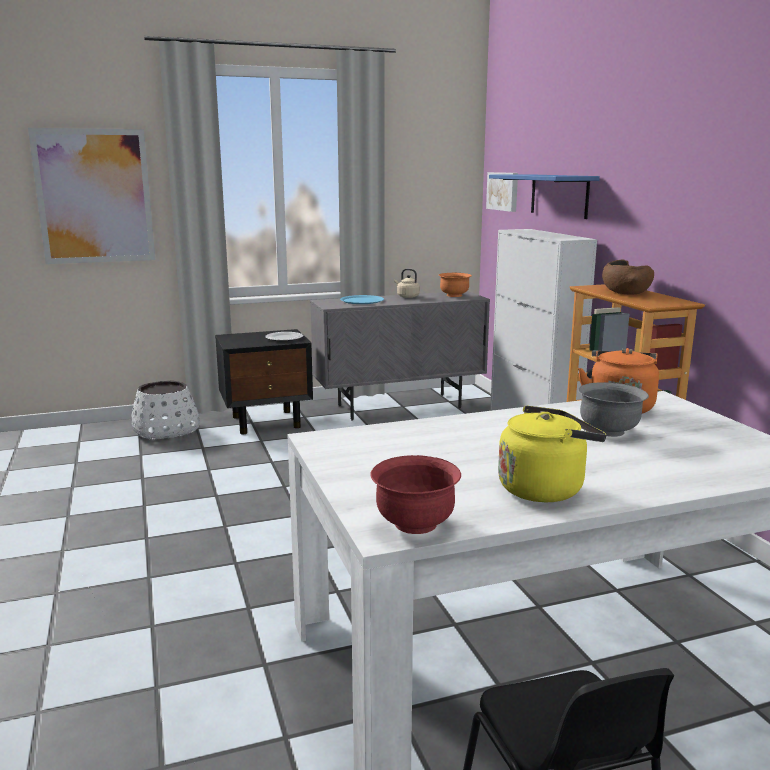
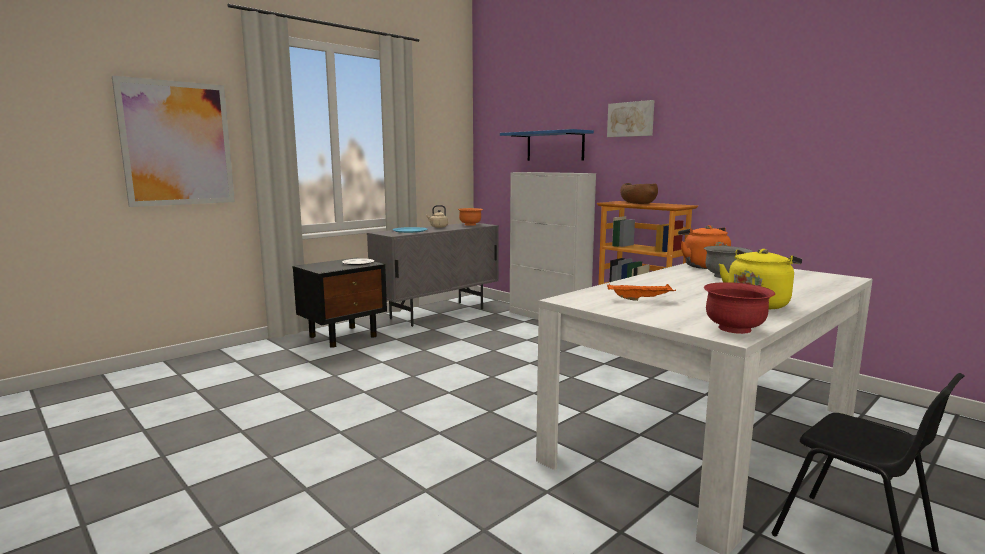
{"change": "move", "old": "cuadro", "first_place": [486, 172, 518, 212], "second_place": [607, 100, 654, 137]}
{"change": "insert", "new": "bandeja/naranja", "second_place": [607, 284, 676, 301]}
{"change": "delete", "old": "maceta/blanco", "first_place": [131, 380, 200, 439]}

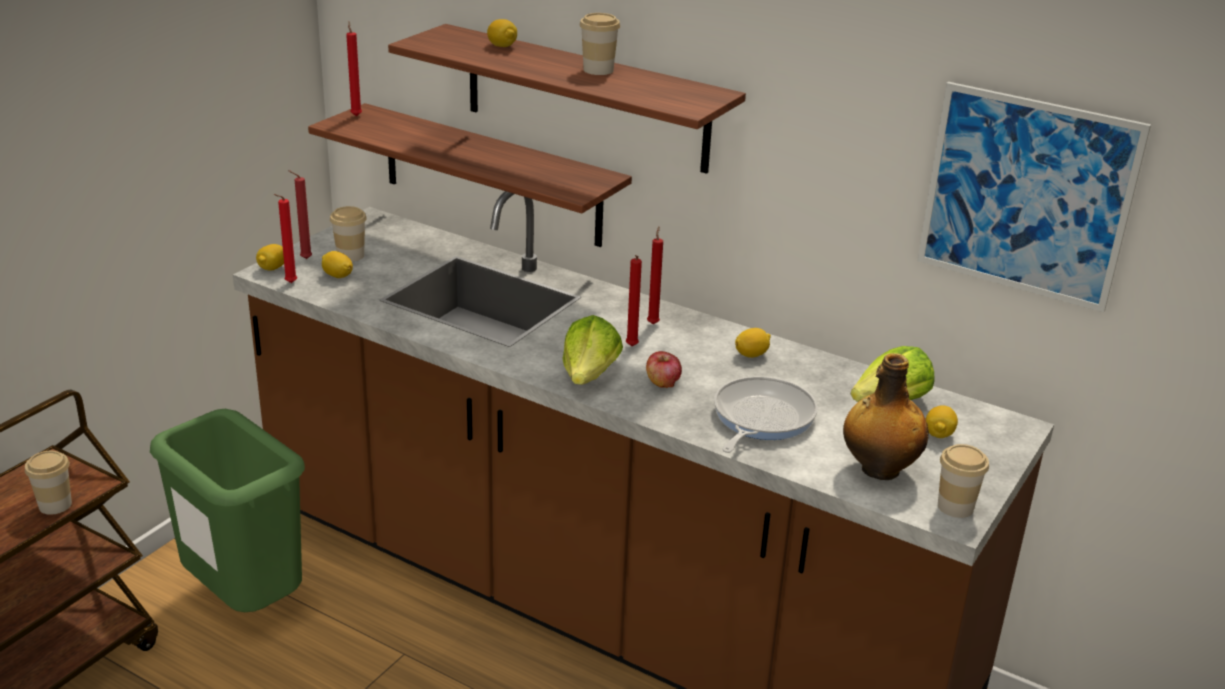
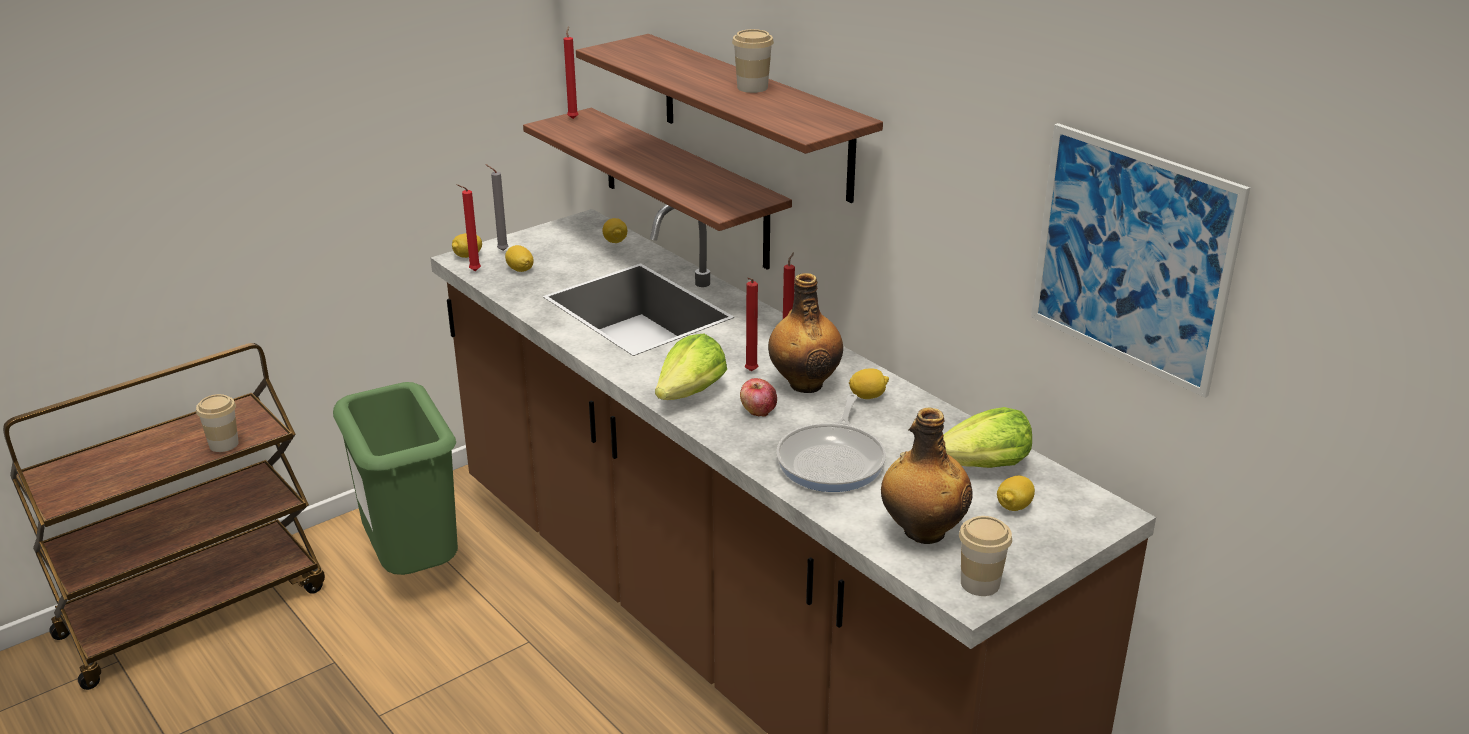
{"change": "recolor", "old": "vela/rojo", "new": "vela/gris", "first_place": [288, 170, 312, 259], "second_place": [485, 164, 508, 251]}
{"change": "move", "old": "limón", "first_place": [487, 19, 517, 47], "second_place": [603, 218, 627, 243]}
{"change": "insert", "new": "botella", "second_place": [768, 273, 843, 393]}
{"change": "rotate", "old": "sartén", "first_place": [714, 376, 818, 453], "second_place": [776, 394, 886, 492], "degrees": 150}
{"change": "delete", "old": "taza", "first_place": [330, 206, 367, 261]}

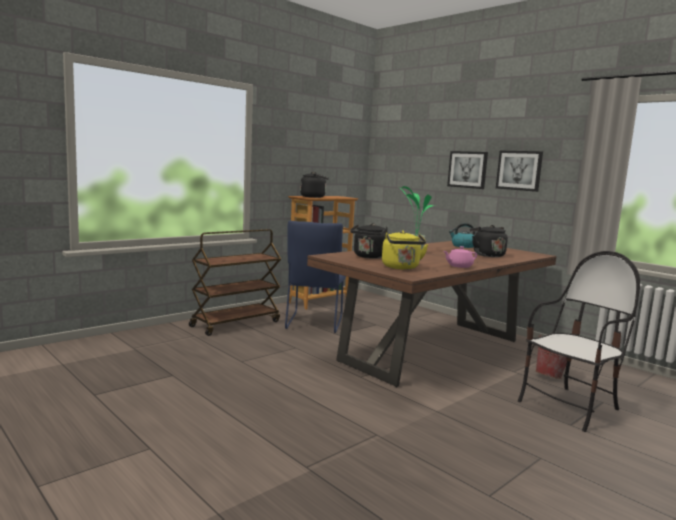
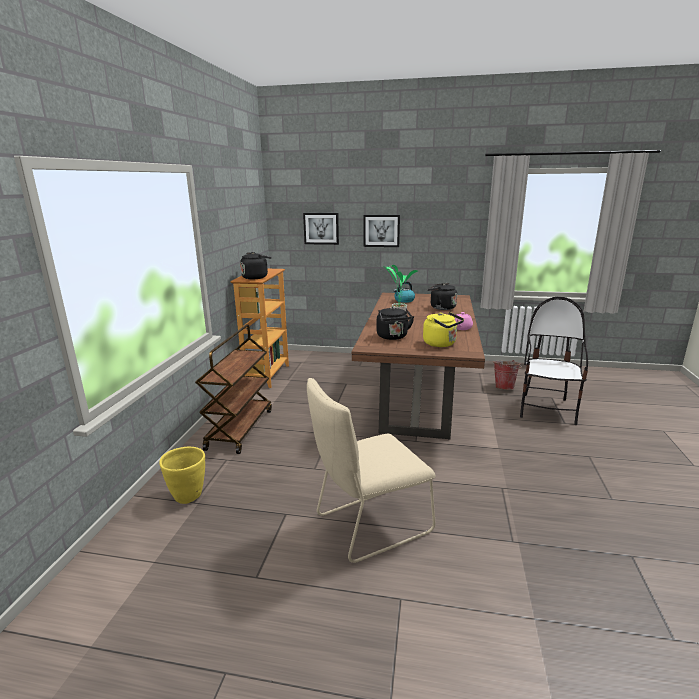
{"change": "insert", "new": "maceta/amarillo", "second_place": [159, 447, 205, 504]}
{"change": "move", "old": "cuadro", "first_place": [496, 151, 543, 192], "second_place": [303, 213, 339, 245]}
{"change": "insert", "new": "silla/beis", "second_place": [307, 378, 436, 563]}
{"change": "delete", "old": "silla/azul", "first_place": [285, 221, 346, 333]}

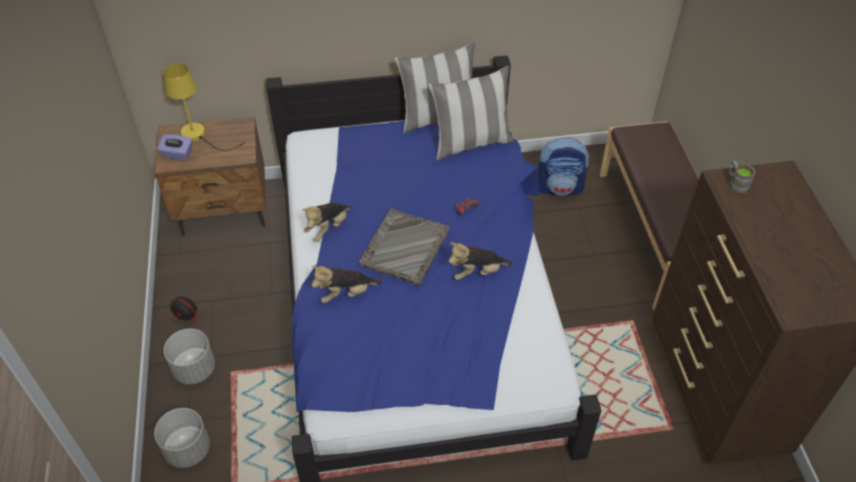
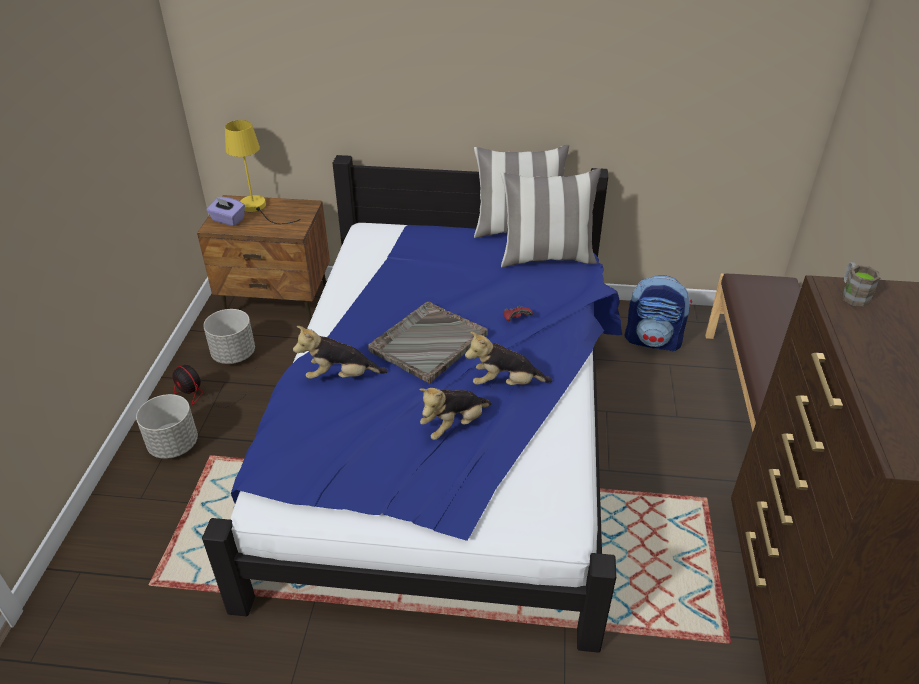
{"change": "move", "old": "maceta/gris", "first_place": [154, 408, 210, 468], "second_place": [203, 309, 255, 364]}
{"change": "move", "old": "peluche", "first_place": [302, 202, 351, 242], "second_place": [419, 388, 492, 440]}

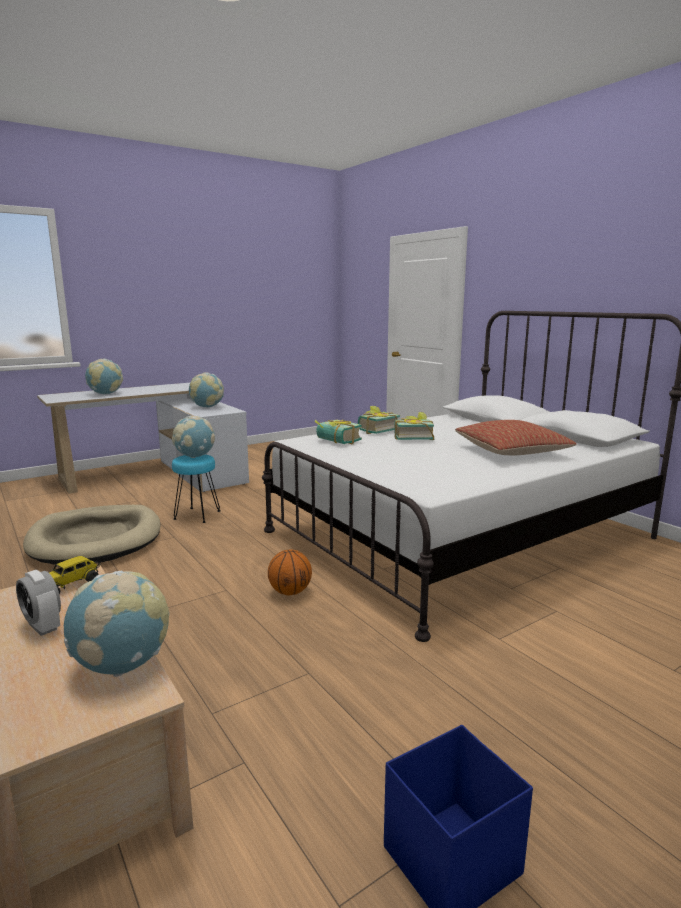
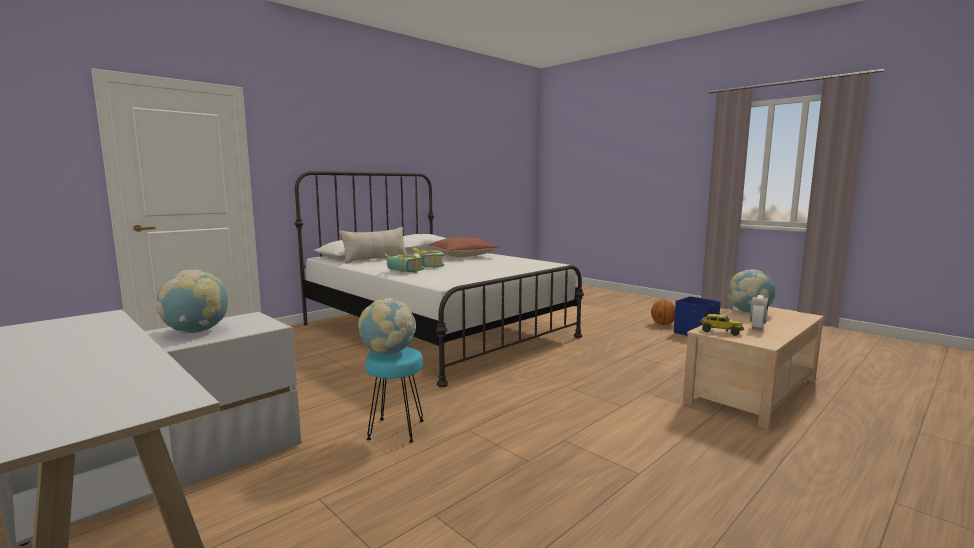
{"change": "insert", "new": "cojín/beis", "second_place": [339, 227, 407, 264]}
{"change": "move", "old": "balón de baloncesto", "first_place": [268, 549, 312, 595], "second_place": [651, 300, 675, 325]}
{"change": "delete", "old": "cama para perro/beis", "first_place": [23, 505, 160, 565]}
{"change": "delete", "old": "globo terráqueo", "first_place": [85, 359, 123, 394]}
{"change": "delete", "old": "libro", "first_place": [315, 419, 362, 444]}

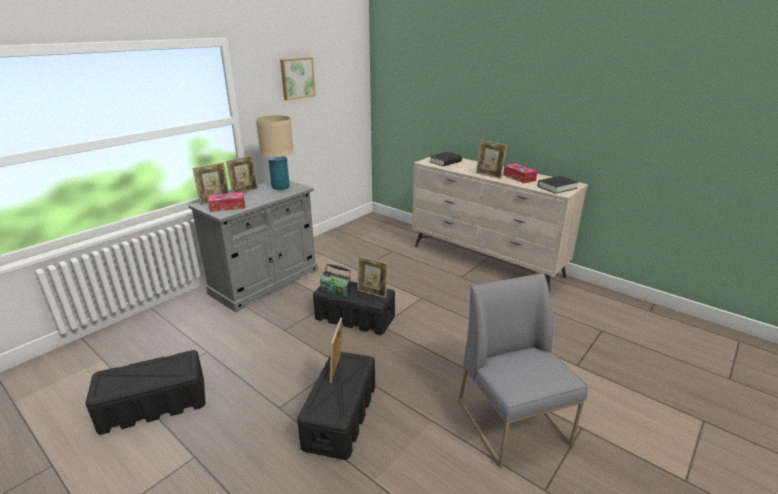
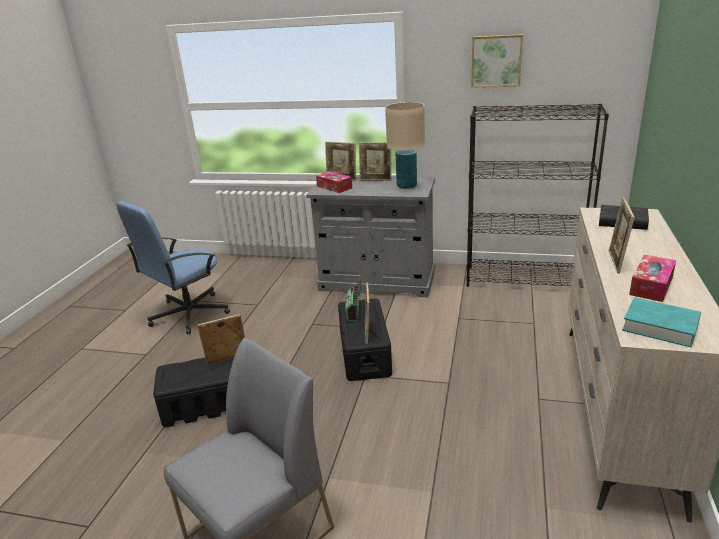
{"change": "replace", "old": "caja de almacenaje/negro", "new": "silla de oficina/azul", "first_place": [86, 350, 205, 435], "second_place": [116, 201, 230, 334]}
{"change": "insert", "new": "estantería/negro", "second_place": [466, 104, 609, 287]}
{"change": "recolor", "old": "libro/negro", "new": "libro/turquesa", "first_place": [538, 176, 578, 194], "second_place": [622, 298, 701, 348]}

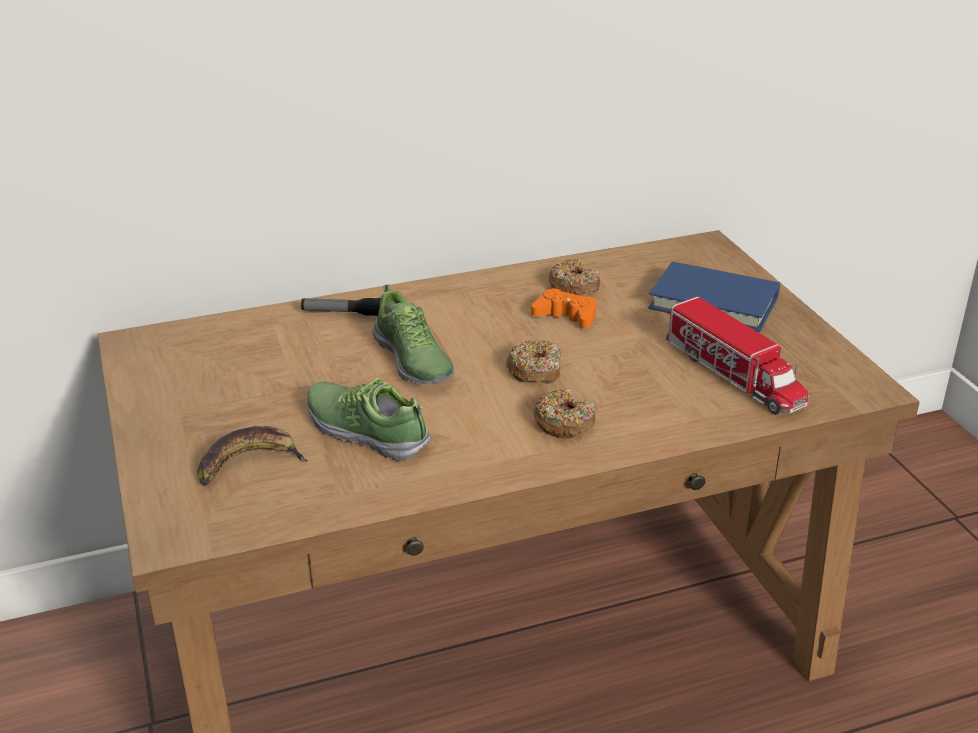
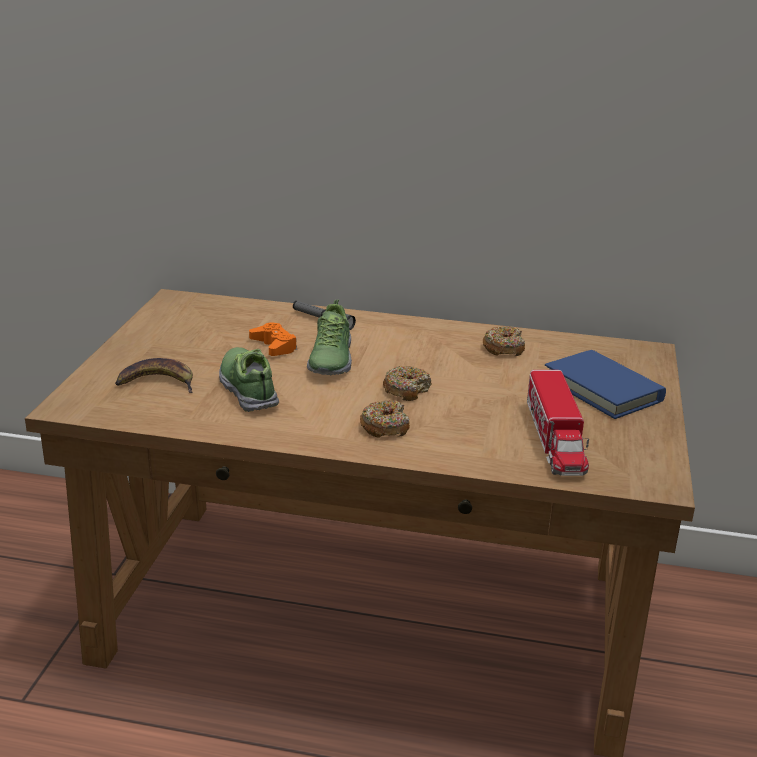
{"change": "move", "old": "mando de consola/naranja", "first_place": [531, 288, 596, 328], "second_place": [249, 322, 297, 356]}

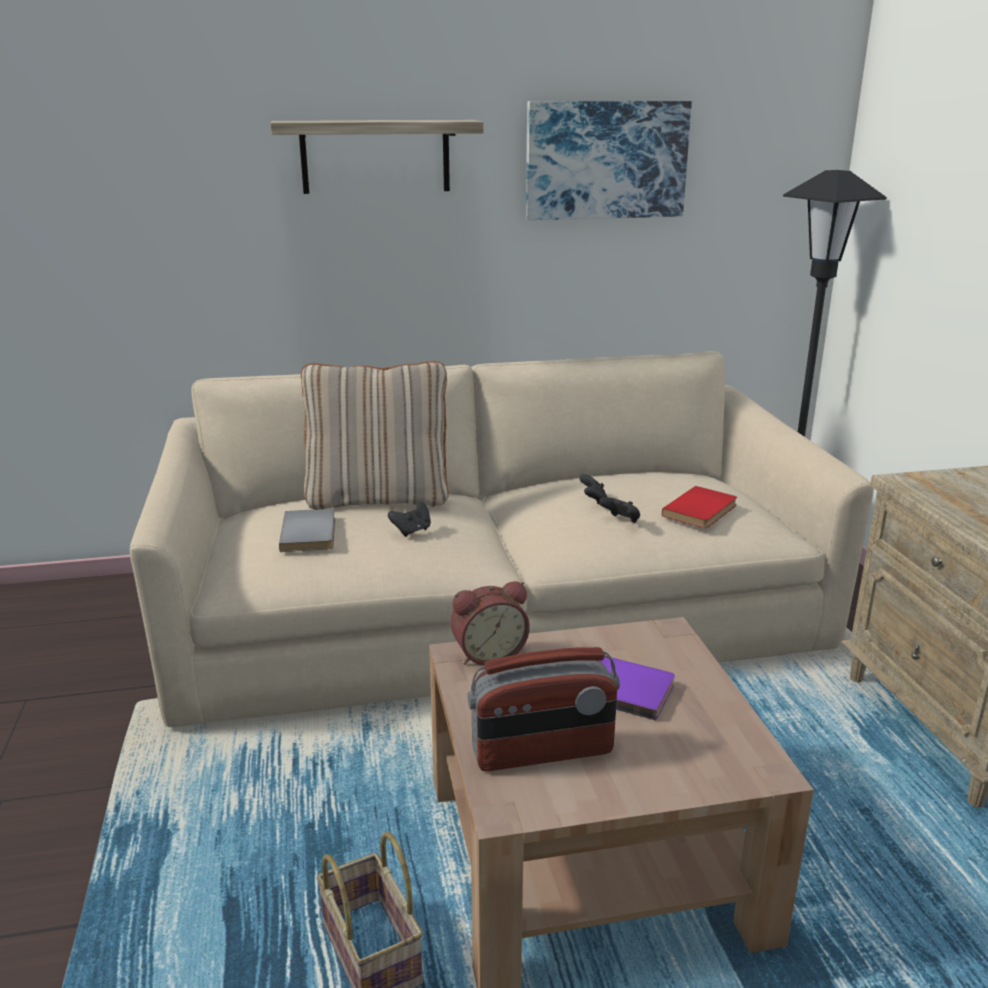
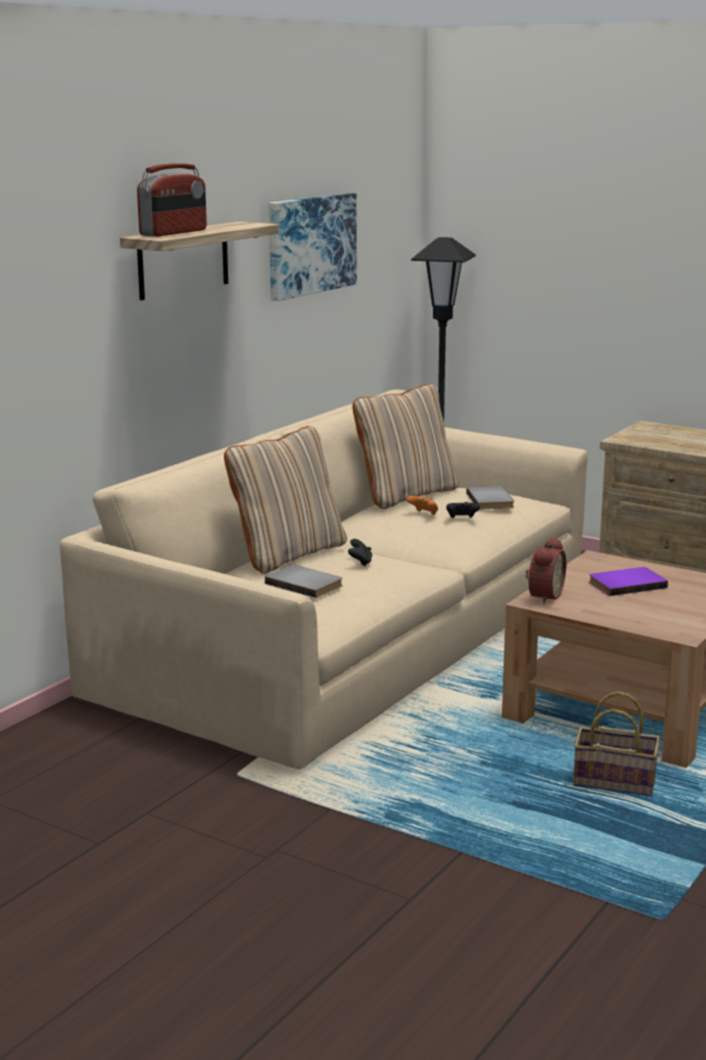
{"change": "move", "old": "radio", "first_place": [467, 647, 620, 771], "second_place": [137, 163, 207, 237]}
{"change": "insert", "new": "cojín/beis", "second_place": [352, 384, 459, 509]}
{"change": "recolor", "old": "mando de consola/negro", "new": "mando de consola/naranja", "first_place": [579, 474, 607, 506], "second_place": [406, 495, 438, 515]}
{"change": "recolor", "old": "libro/rojo", "new": "libro/gris", "first_place": [662, 486, 737, 528], "second_place": [466, 486, 514, 510]}

